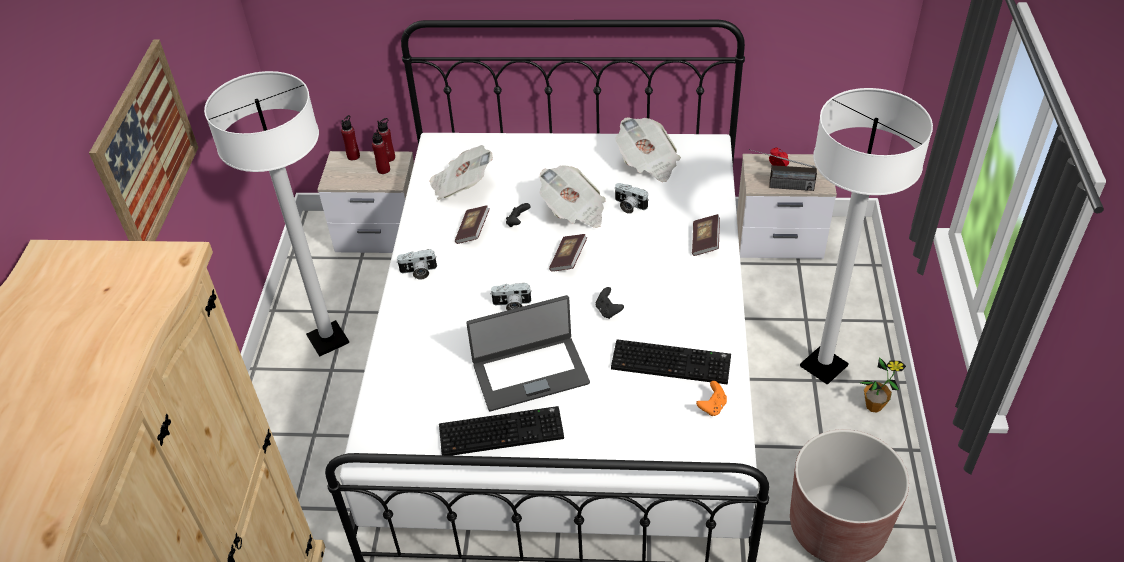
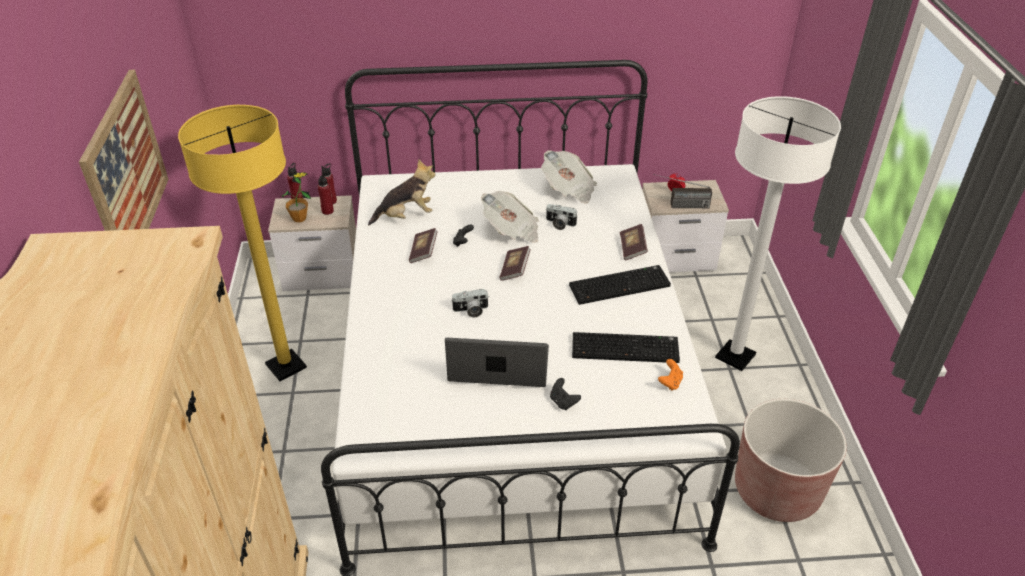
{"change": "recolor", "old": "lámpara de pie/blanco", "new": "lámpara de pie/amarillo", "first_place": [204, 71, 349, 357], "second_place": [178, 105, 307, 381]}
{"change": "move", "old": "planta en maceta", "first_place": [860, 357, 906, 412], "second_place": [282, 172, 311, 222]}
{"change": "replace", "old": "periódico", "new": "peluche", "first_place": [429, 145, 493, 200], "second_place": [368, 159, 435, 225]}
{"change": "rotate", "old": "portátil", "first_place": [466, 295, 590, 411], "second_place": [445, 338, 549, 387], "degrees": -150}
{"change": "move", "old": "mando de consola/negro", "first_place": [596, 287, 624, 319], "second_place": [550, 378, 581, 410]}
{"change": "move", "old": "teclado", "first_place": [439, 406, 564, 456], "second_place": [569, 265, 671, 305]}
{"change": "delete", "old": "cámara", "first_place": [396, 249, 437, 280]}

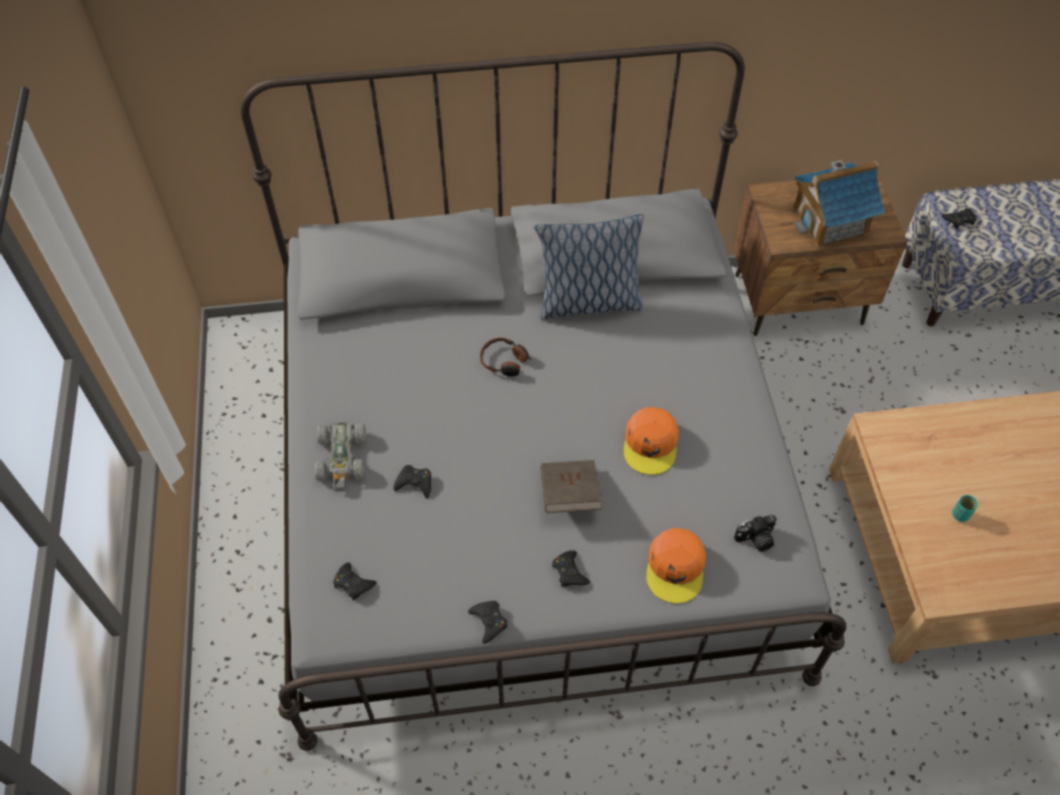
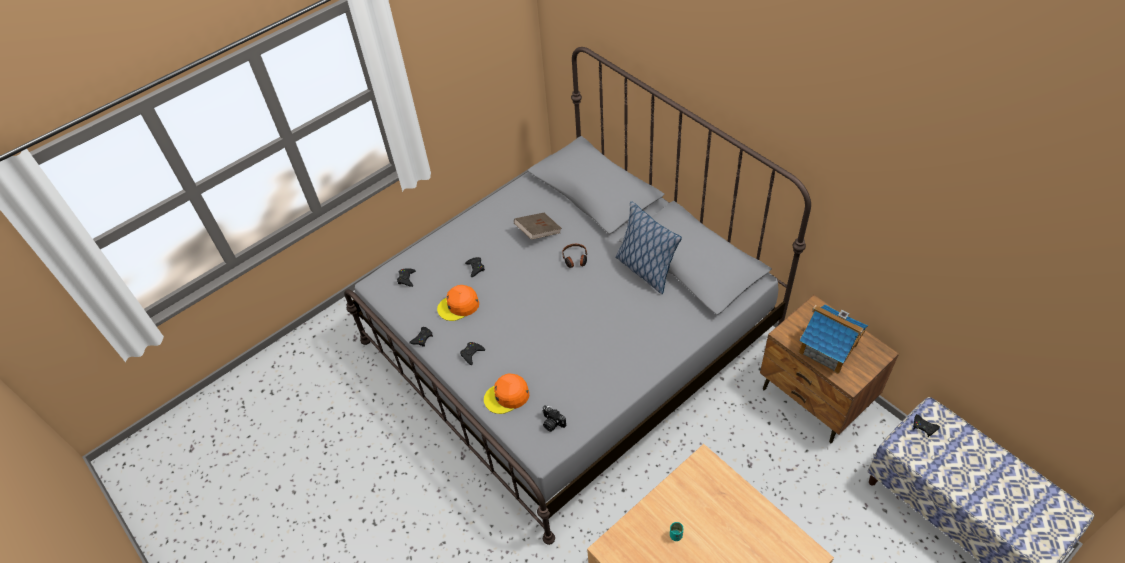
{"change": "move", "old": "gorra/naranja", "first_place": [624, 407, 679, 475], "second_place": [437, 285, 479, 321]}
{"change": "move", "old": "libro/marrón", "first_place": [540, 460, 602, 513], "second_place": [514, 213, 562, 240]}
{"change": "delete", "old": "coche de juguete/gris", "first_place": [315, 422, 366, 489]}

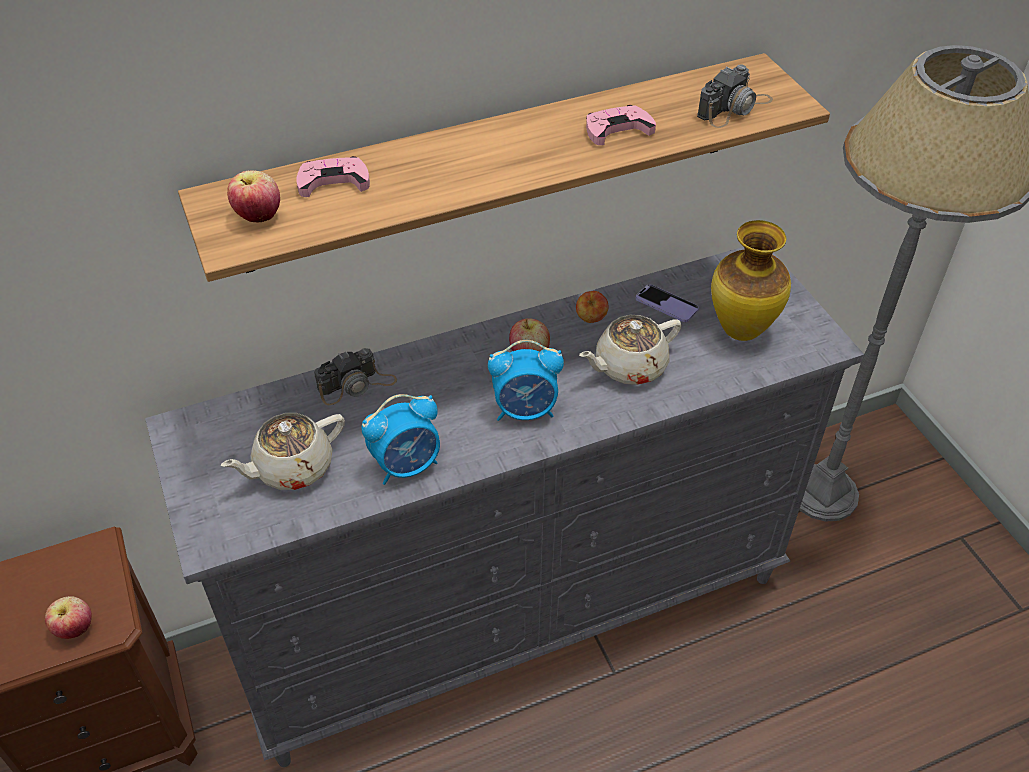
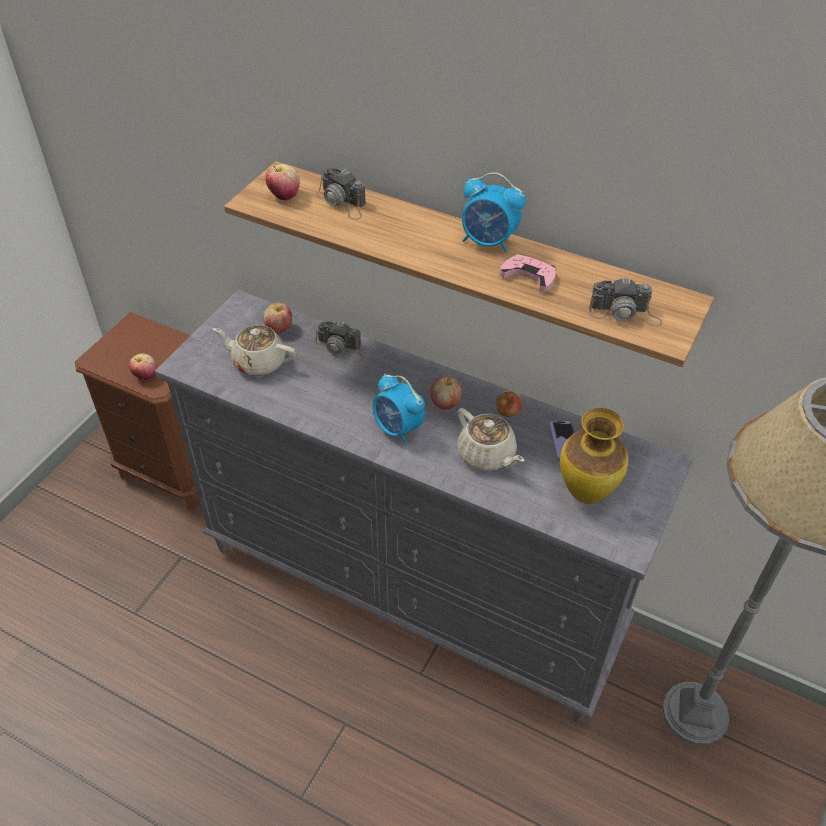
{"change": "insert", "new": "manzana", "second_place": [263, 303, 292, 333]}
{"change": "replace", "old": "mando de consola/rosa", "new": "cámara", "first_place": [296, 156, 370, 197], "second_place": [316, 168, 366, 220]}
{"change": "rotate", "old": "tetera/beis", "first_place": [579, 315, 682, 385], "second_place": [457, 408, 524, 471], "degrees": -150}
{"change": "move", "old": "despertador", "first_place": [361, 394, 440, 485], "second_place": [462, 172, 526, 253]}

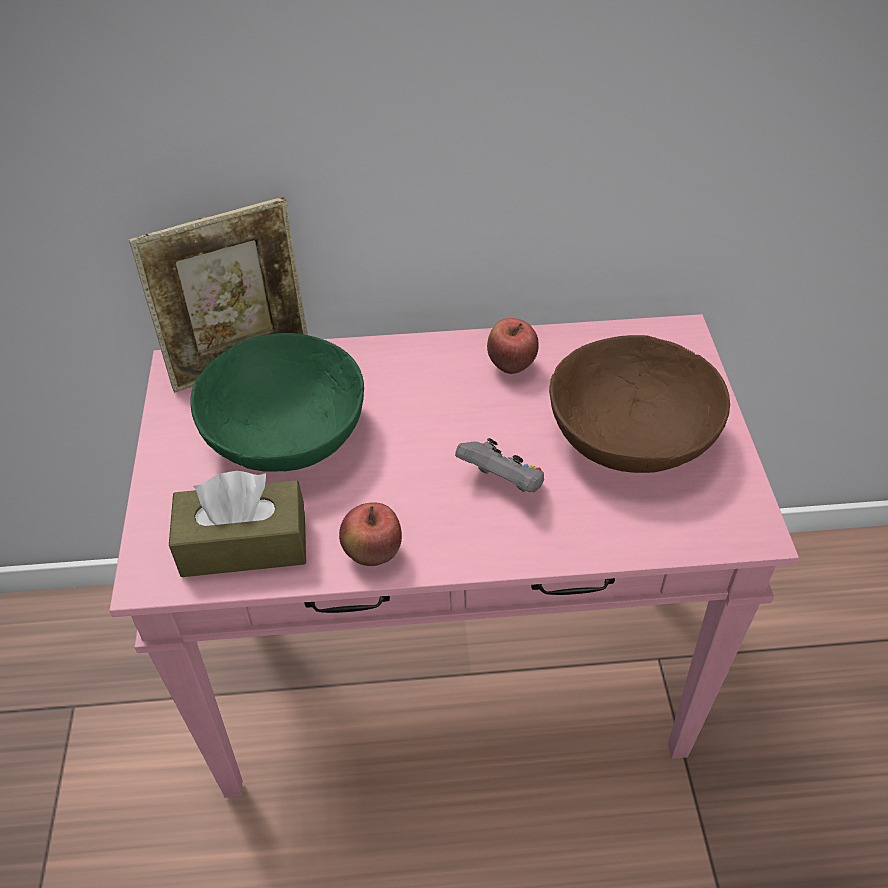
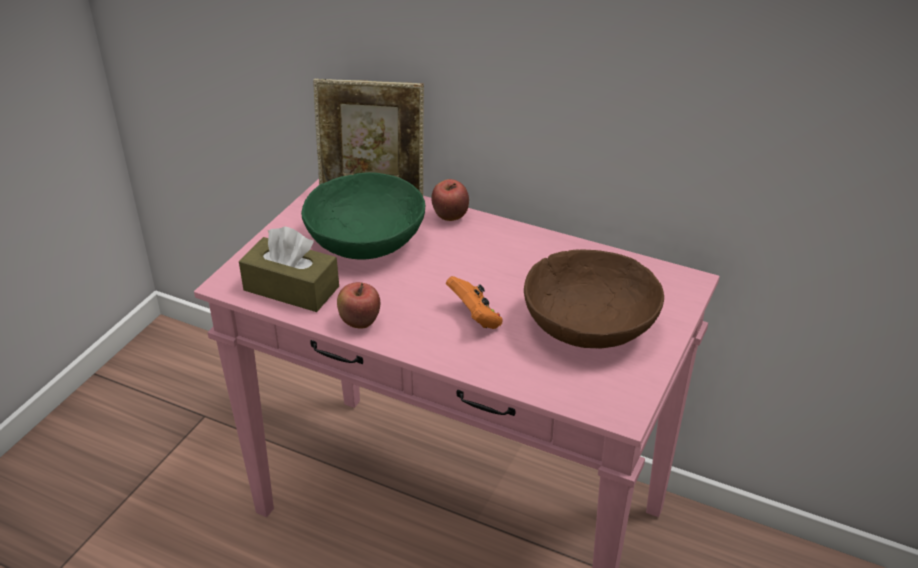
{"change": "move", "old": "manzana", "first_place": [487, 318, 539, 374], "second_place": [431, 179, 469, 221]}
{"change": "recolor", "old": "mando de consola/gris", "new": "mando de consola/naranja", "first_place": [455, 438, 544, 492], "second_place": [446, 276, 503, 329]}

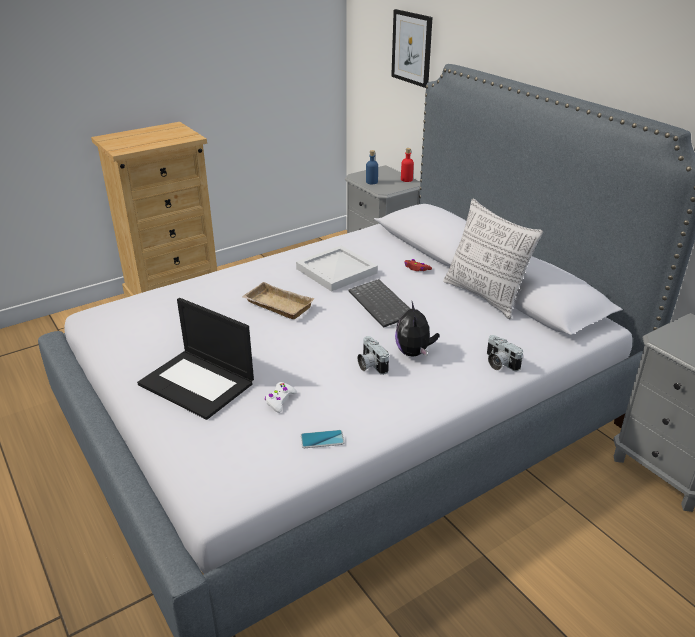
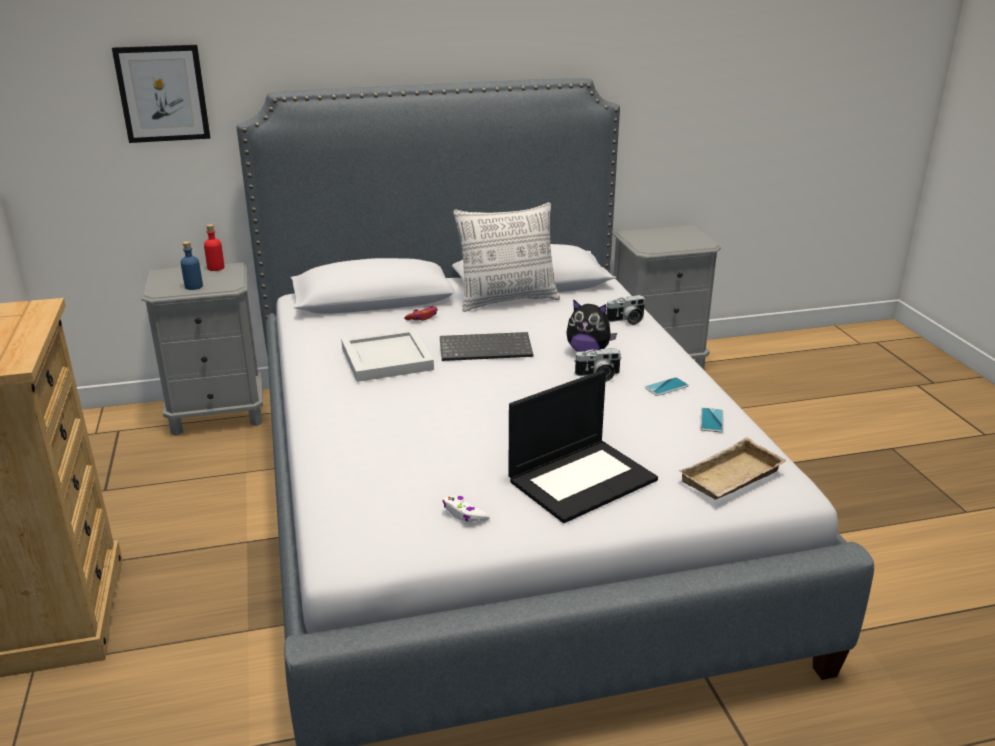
{"change": "move", "old": "mando de consola/blanco", "first_place": [265, 382, 297, 413], "second_place": [443, 495, 490, 522]}
{"change": "insert", "new": "móvil", "second_place": [645, 377, 689, 396]}
{"change": "move", "old": "bandeja/beis", "first_place": [242, 282, 315, 319], "second_place": [679, 437, 787, 500]}

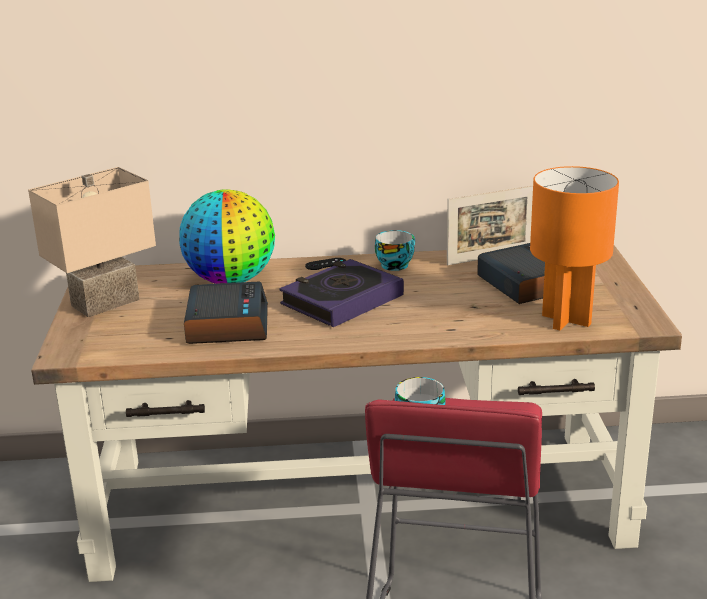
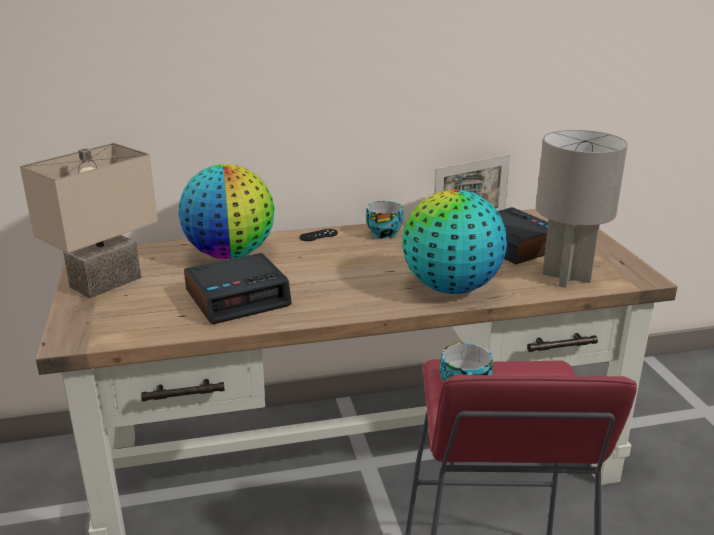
{"change": "rotate", "old": "despertador", "first_place": [184, 281, 268, 344], "second_place": [184, 253, 292, 324], "degrees": 75}
{"change": "insert", "new": "globo terráqueo", "second_place": [402, 190, 507, 294]}
{"change": "recolor", "old": "lámpara de mesa/naranja", "new": "lámpara de mesa/gris", "first_place": [530, 166, 619, 330], "second_place": [536, 130, 628, 288]}
{"change": "delete", "old": "libro", "first_place": [279, 259, 404, 327]}

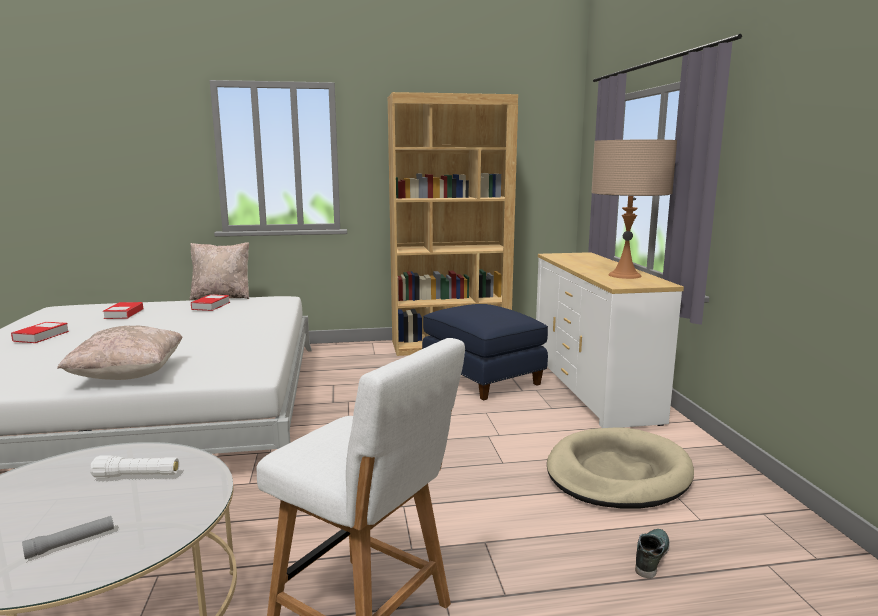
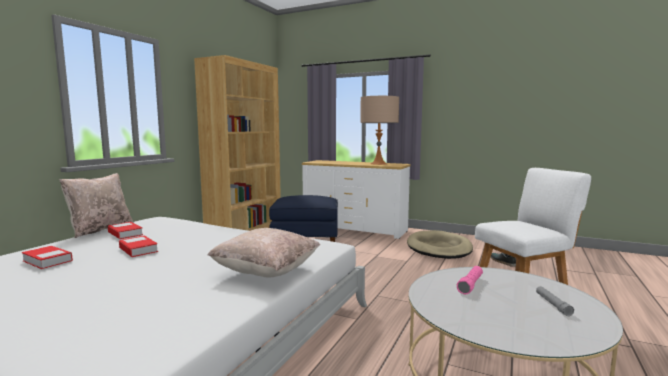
{"change": "move", "old": "libro", "first_place": [11, 322, 69, 343], "second_place": [119, 236, 158, 257]}
{"change": "recolor", "old": "linterna/blanco", "new": "linterna/rosa", "first_place": [90, 455, 179, 478], "second_place": [457, 266, 483, 294]}

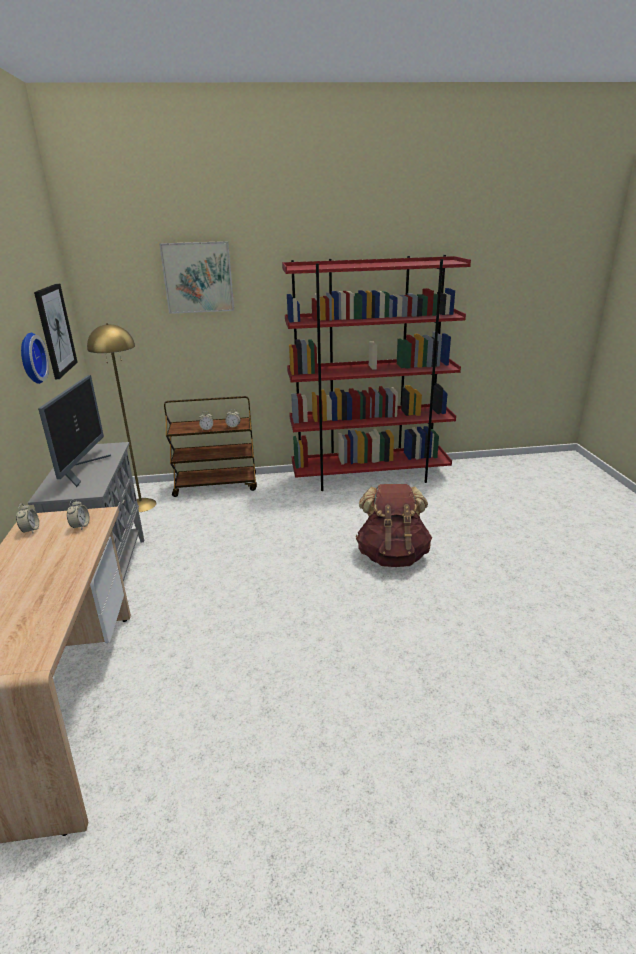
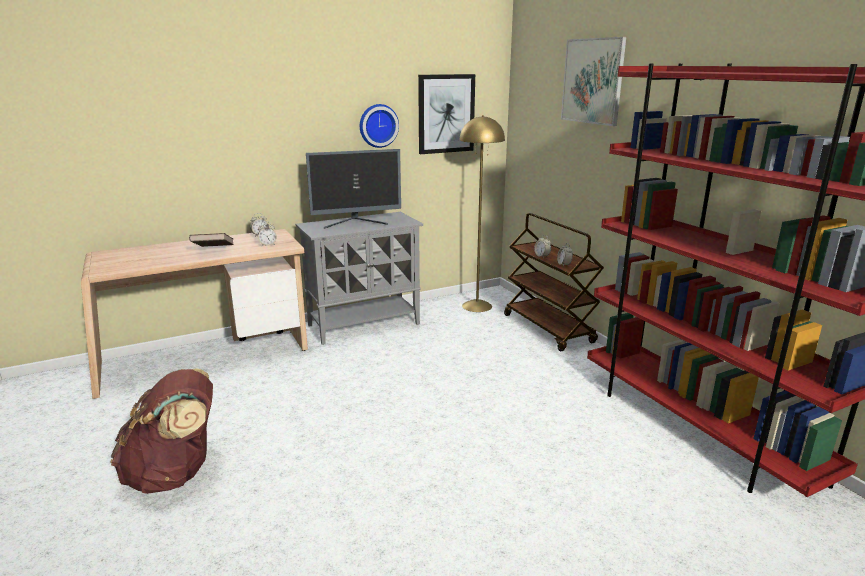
{"change": "move", "old": "mochila/marrón", "first_place": [356, 484, 432, 567], "second_place": [110, 368, 213, 494]}
{"change": "insert", "new": "libro/marrón", "second_place": [189, 233, 234, 247]}

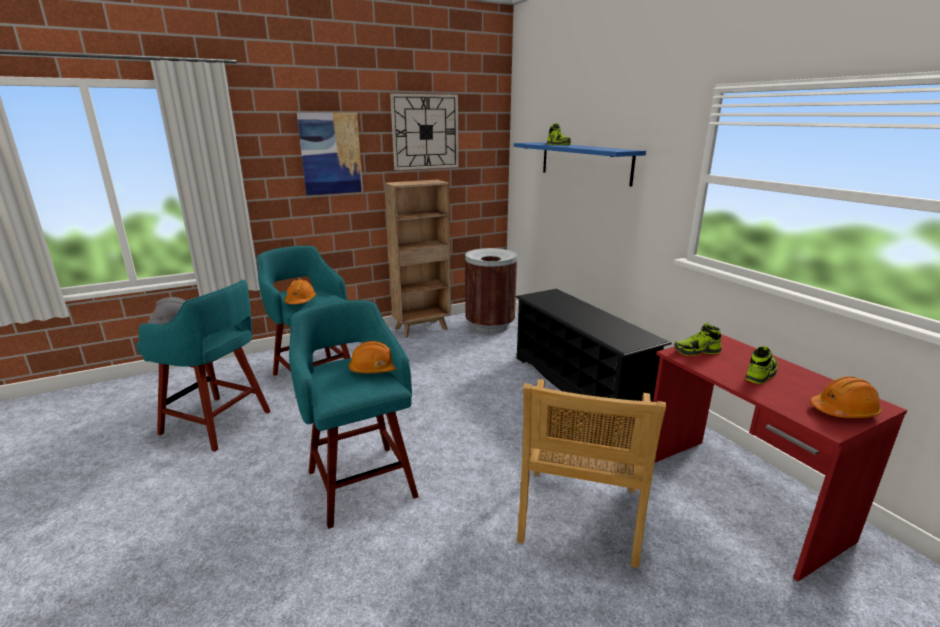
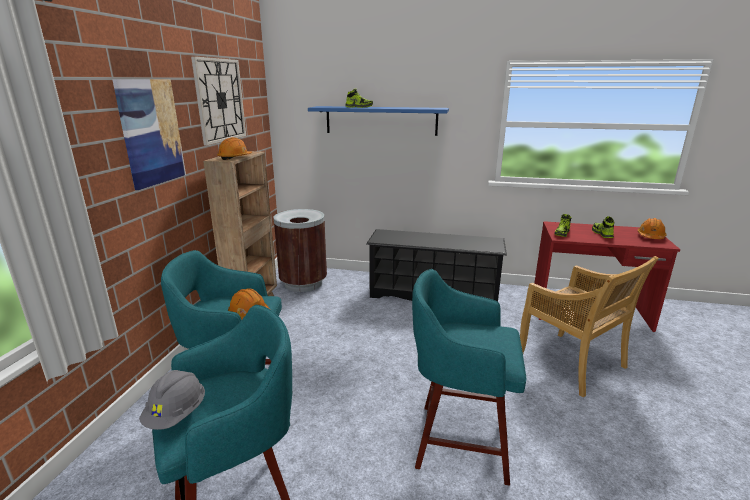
{"change": "move", "old": "casco/naranja", "first_place": [348, 341, 397, 373], "second_place": [217, 137, 252, 160]}

